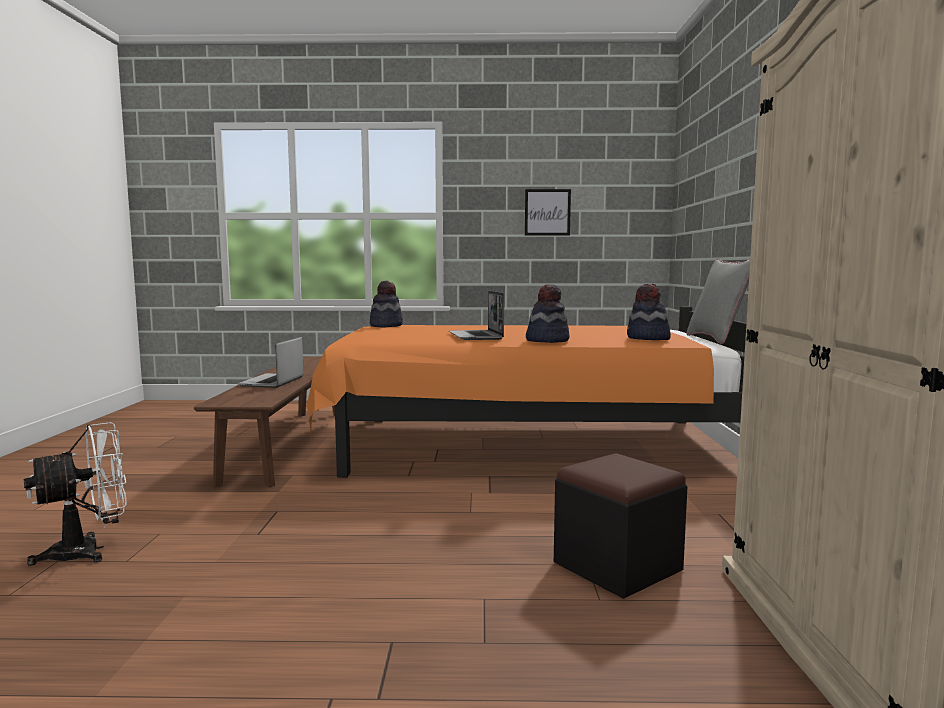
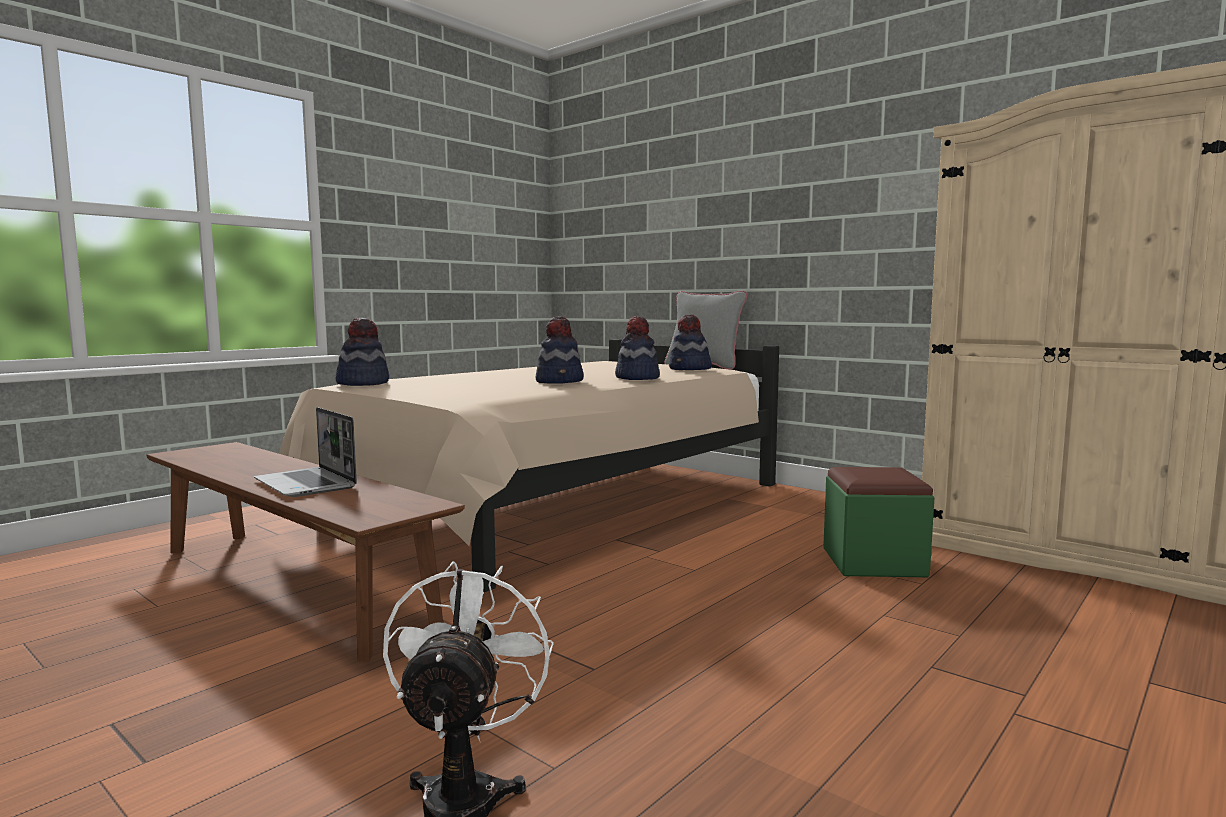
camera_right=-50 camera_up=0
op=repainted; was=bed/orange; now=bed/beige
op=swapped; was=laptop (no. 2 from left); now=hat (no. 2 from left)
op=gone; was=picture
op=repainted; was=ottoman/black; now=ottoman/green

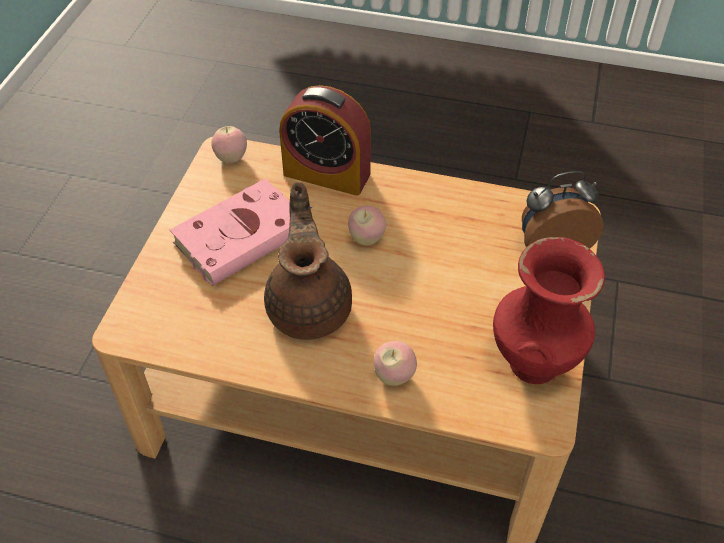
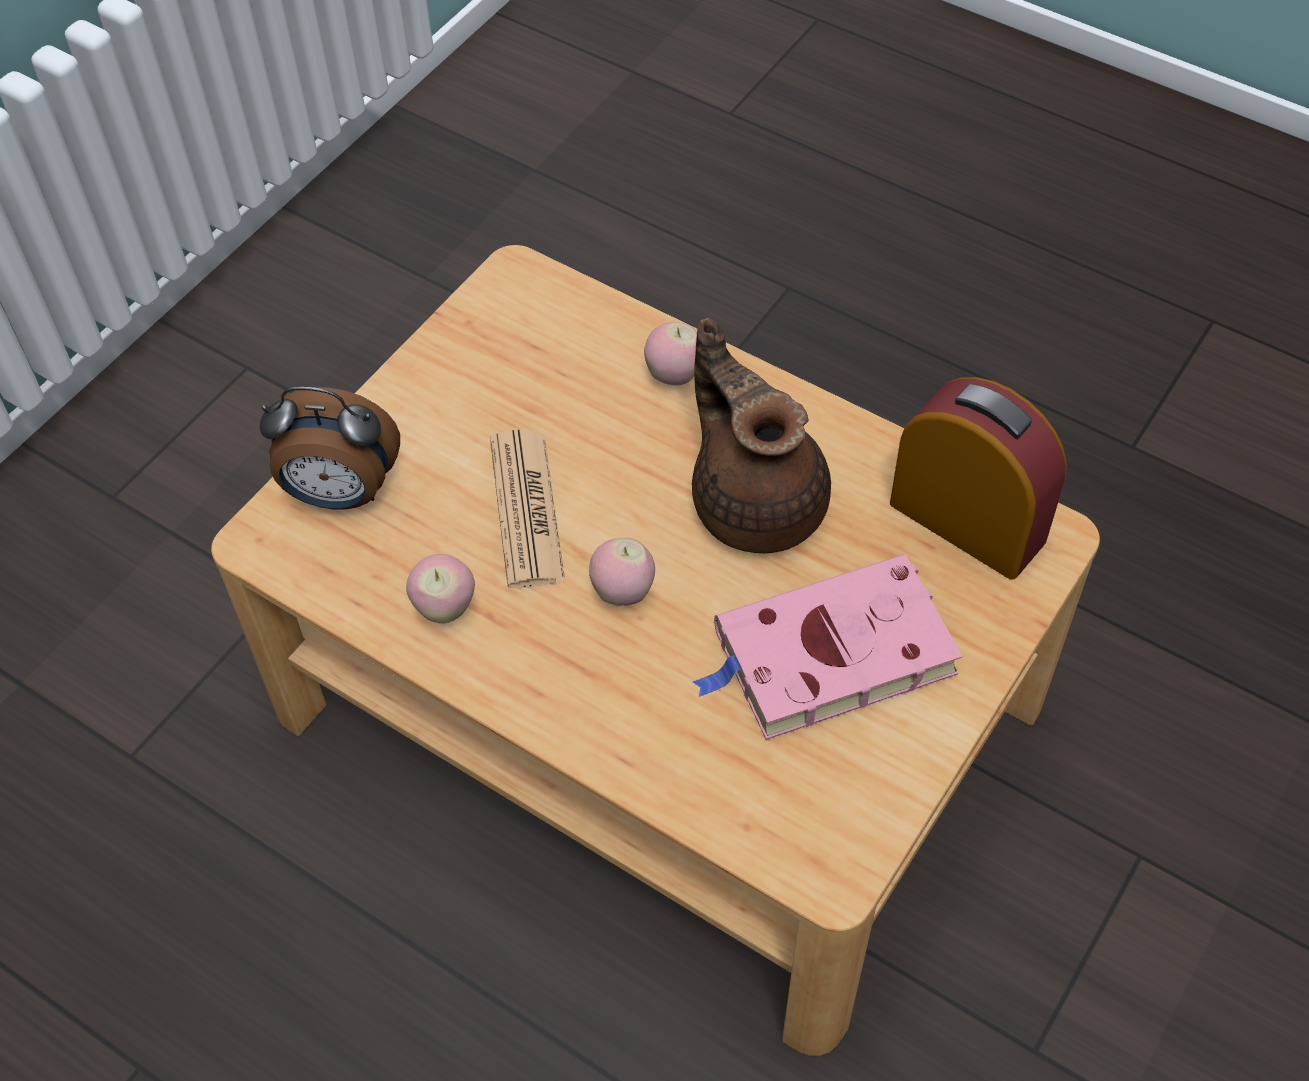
camera_right=-160 camera_up=5
op=shifted; was=apple (no. 1 from left)
op=rotated; was=teapot/brown; clockwise=135
op=shifted; was=alarm clock (no. 1 from left in the first image); now=alarm clock (no. 2 from left)
op=gone; was=vase/red
op=new; now=newspaper

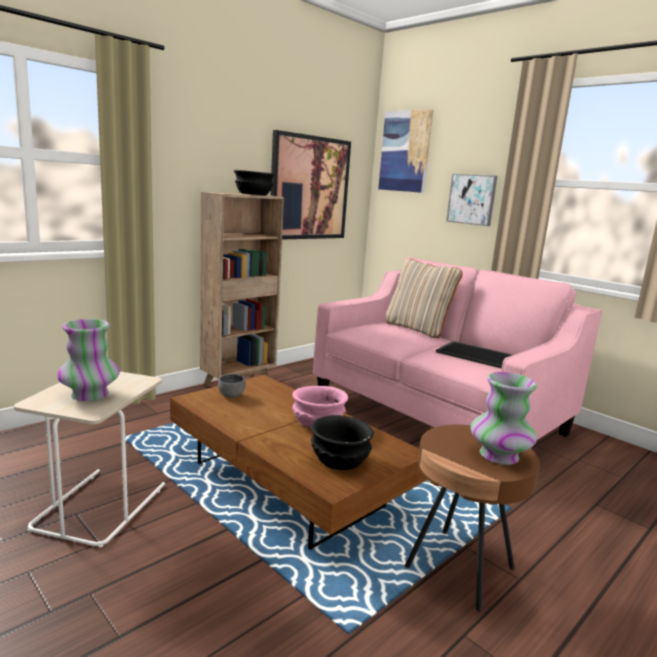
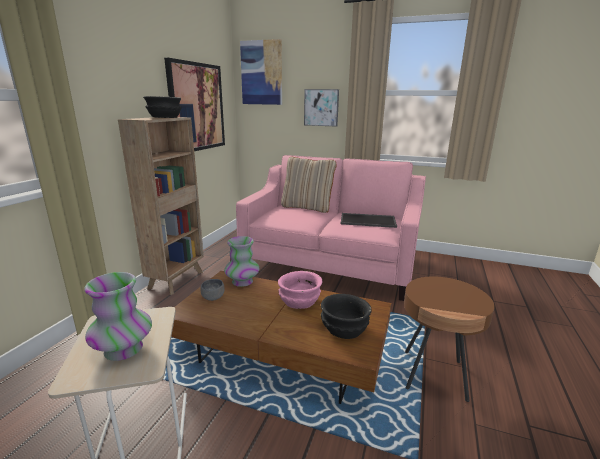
camera_right=-25 camera_up=5
op=shifted; was=vase (no. 2 from left)

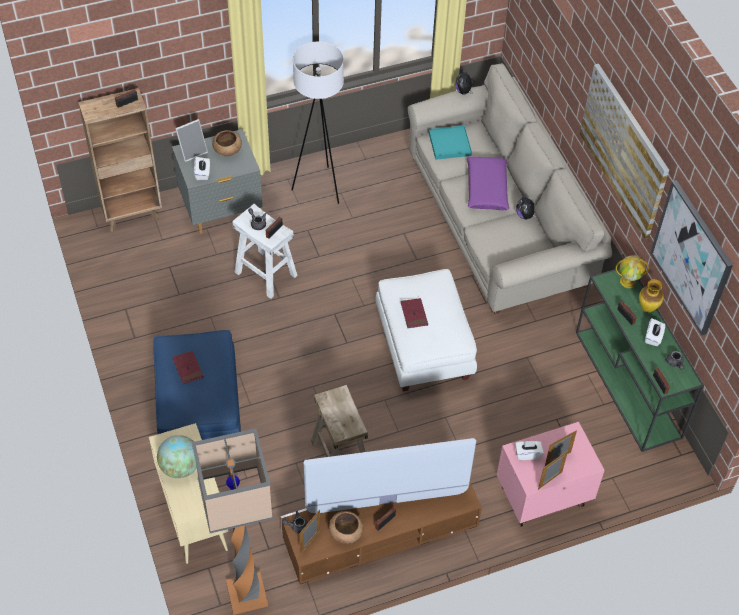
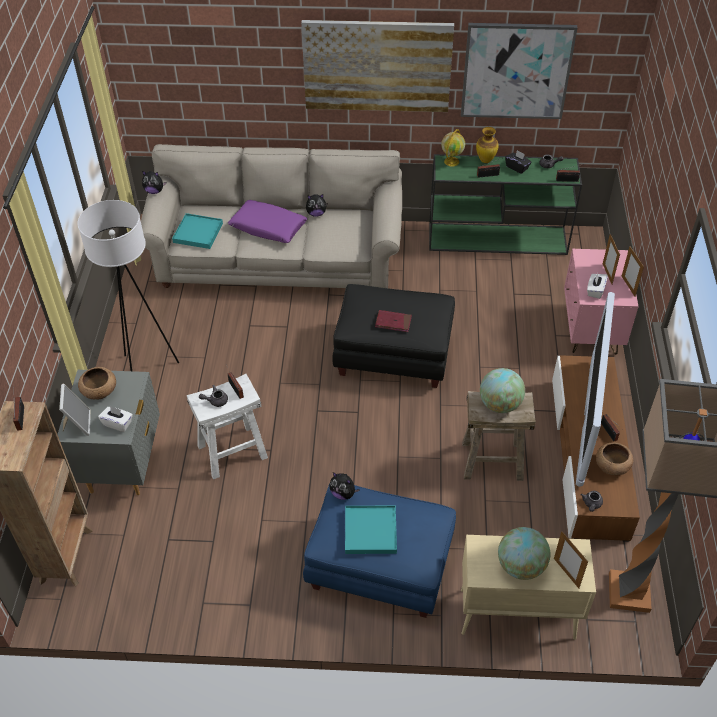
camera_right=-65 camera_up=-5
op=swapped; was=book/red (no. 1 from left); now=tray/turquoise (no. 2 from left)
op=shifted; was=picture frame (no. 2 from left)
op=repainted; was=ottoman/white; now=ottoman/black
op=repainted; was=tissue box/white (no. 3 from left); now=tissue box/black
op=new; now=plush toy (no. 3 from left)
op=new; now=globe (no. 2 from left)

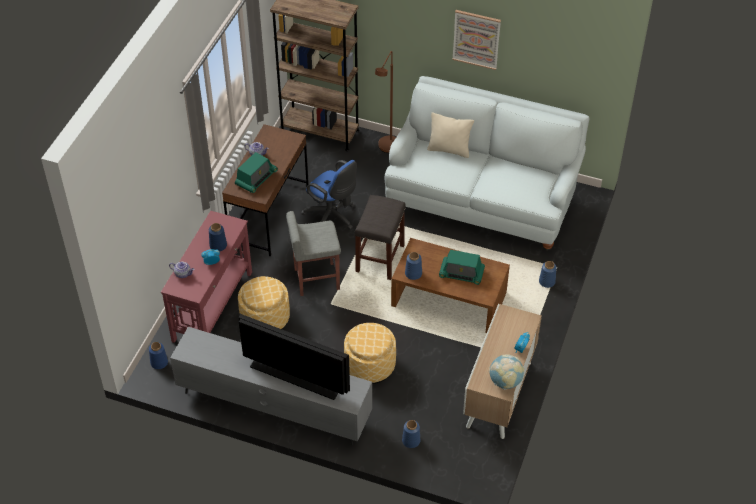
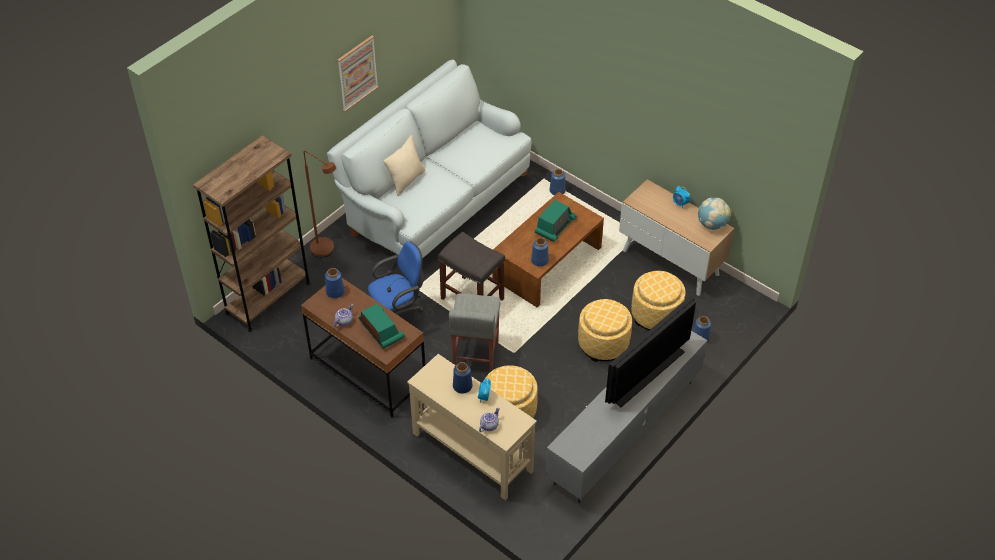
camera_right=-70 camera_up=0
op=shifted; was=vase/blue (no. 1 from left)
op=repainted; was=console table/red; now=console table/beige
op=new; now=ottoman (no. 3 from left)

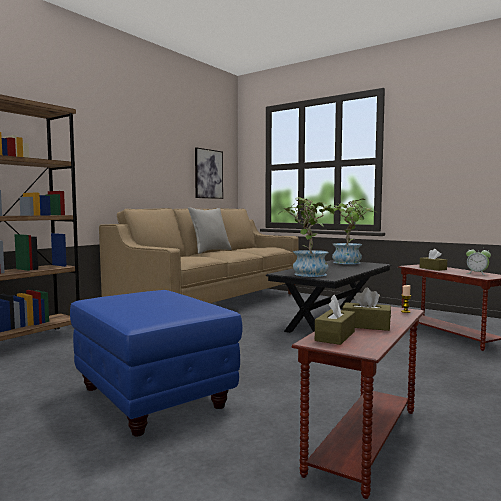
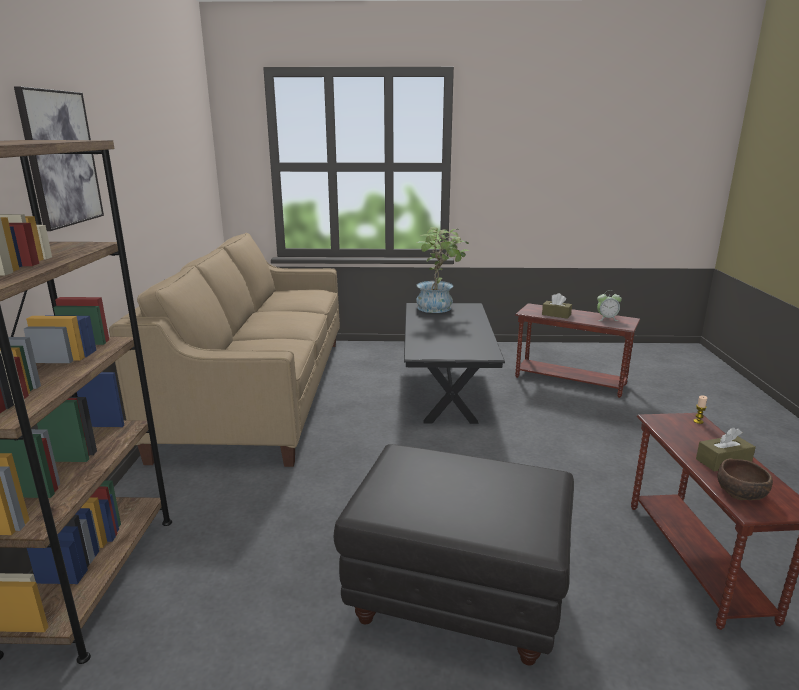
camera_right=-35 camera_up=15
op=repainted; was=ottoman/blue; now=ottoman/black
op=gone; was=pillow/grey
op=shifted; was=picture
op=gone; was=potted plant (no. 1 from left)
op=swapped; was=tissue box/brown (no. 1 from left); now=bowl/brown

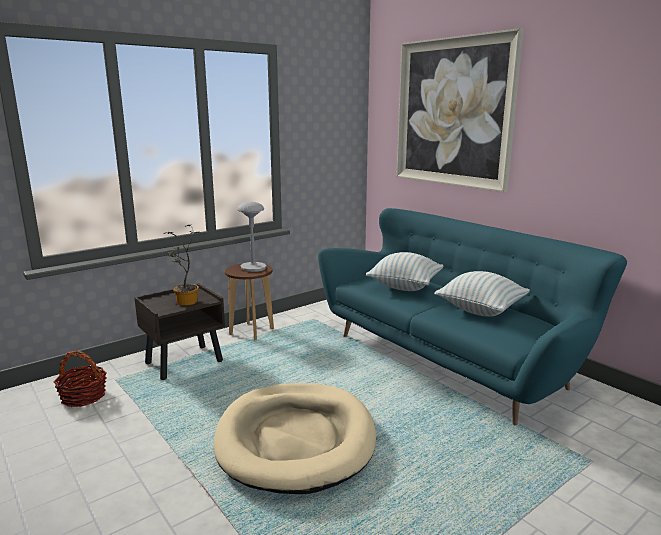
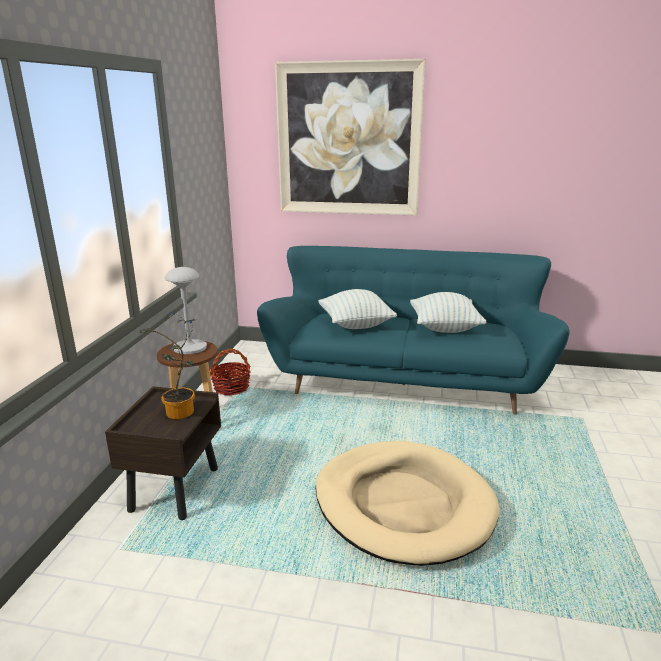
camera_right=-40 camera_up=5
op=shifted; was=basket

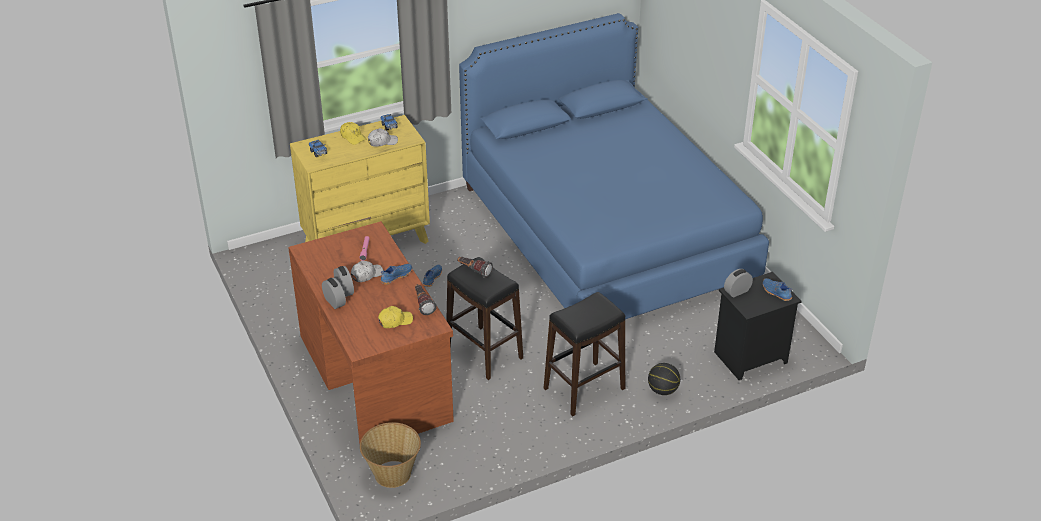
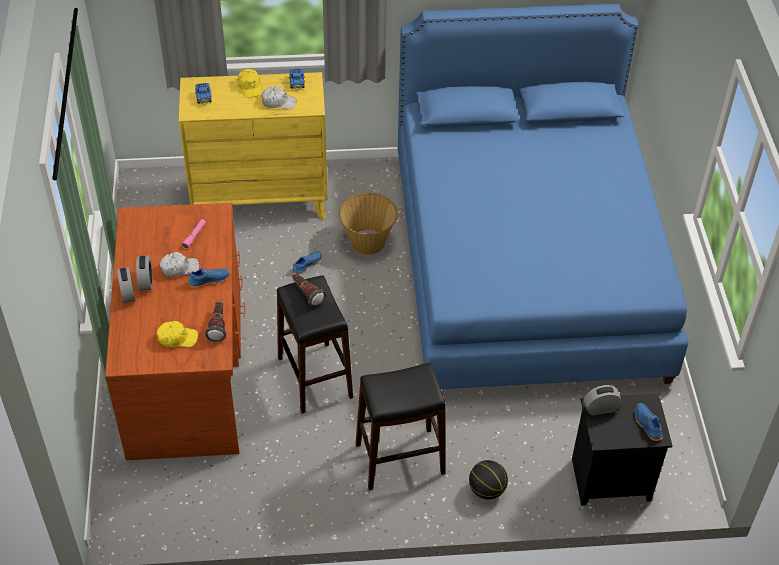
camera_right=20 camera_up=10
op=shifted; was=basket

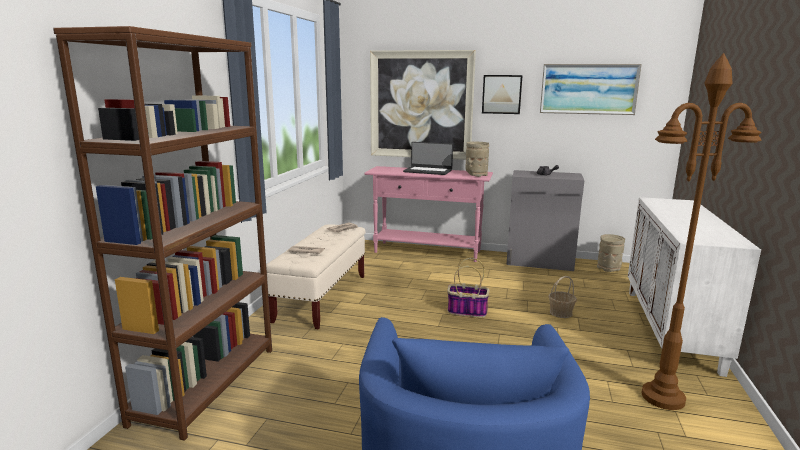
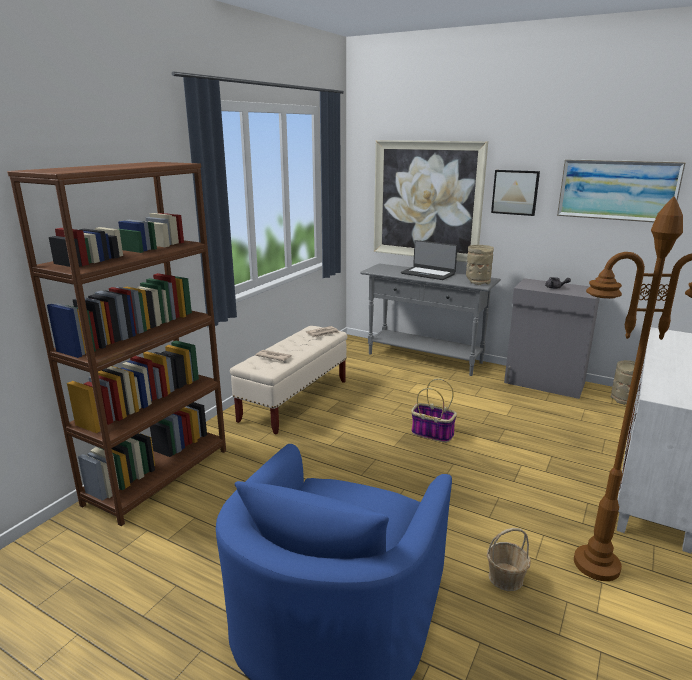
camera_right=15 camera_up=5
op=repainted; was=console table/pink; now=console table/grey
op=shifted; was=basket (no. 2 from left)

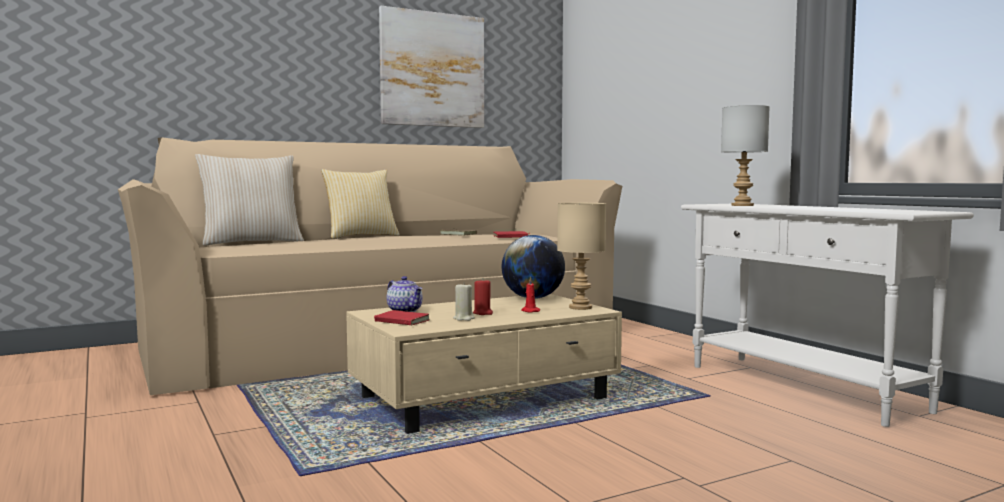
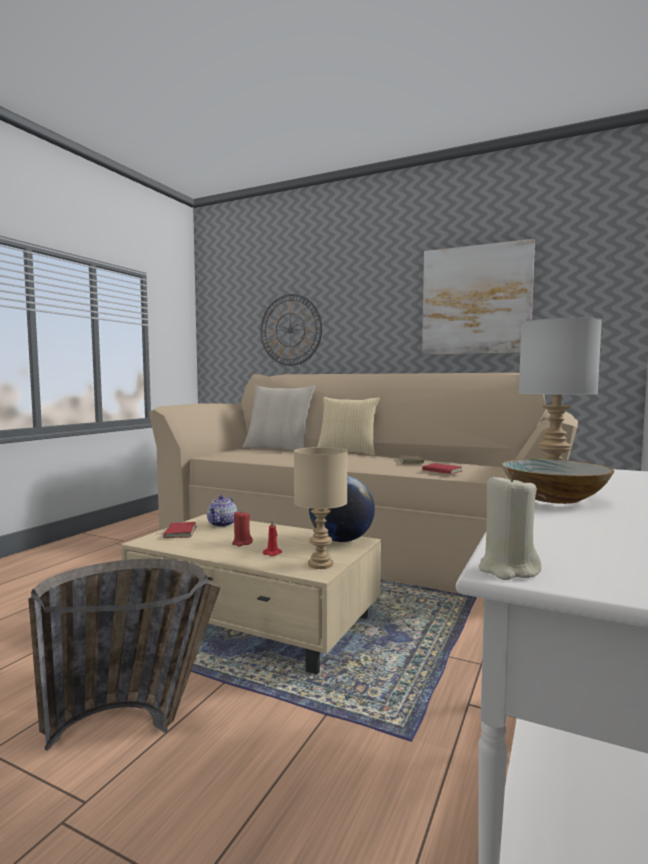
camera_right=55 camera_up=0
op=shifted; was=candle/beige
op=new; now=basket
op=new; now=wall clock
op=new; now=bowl

